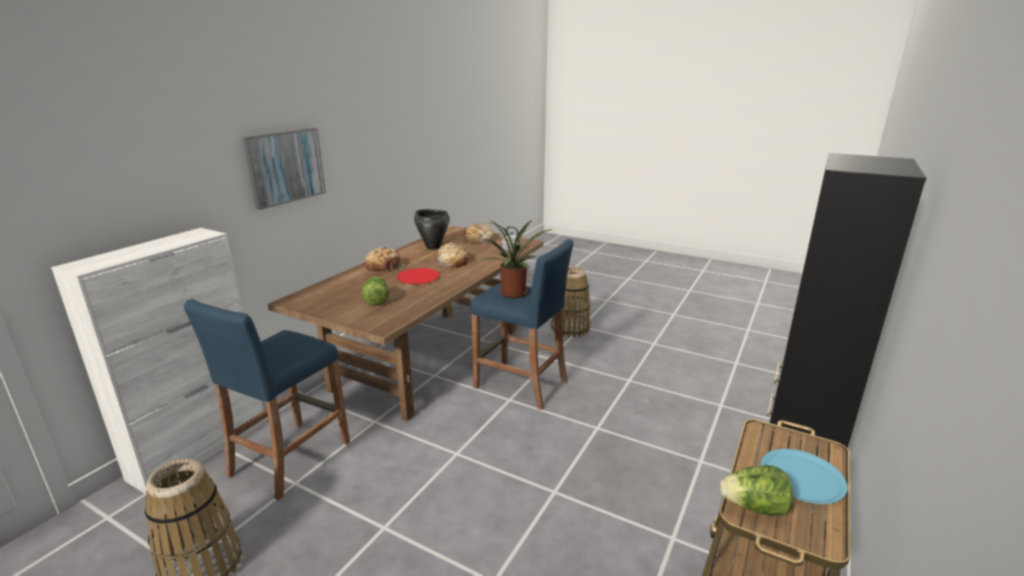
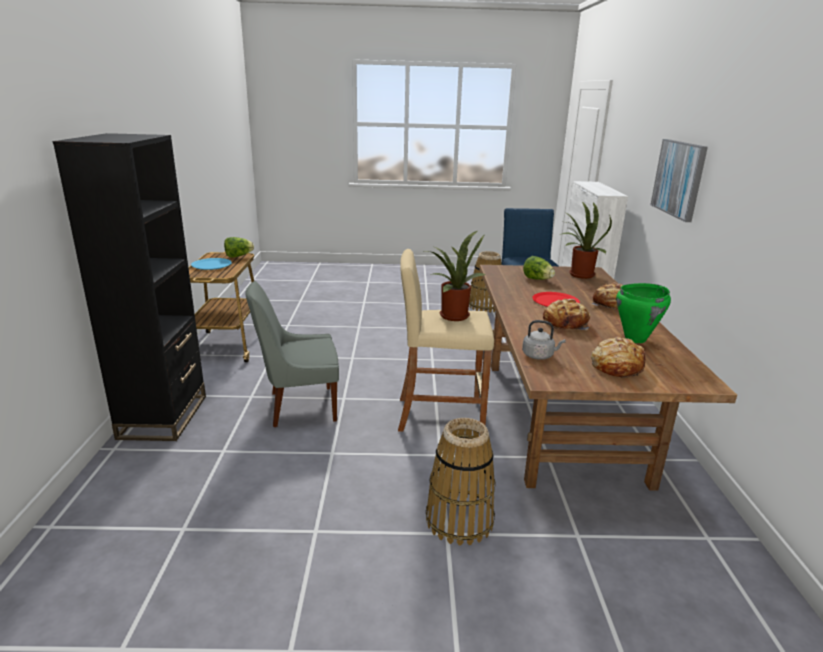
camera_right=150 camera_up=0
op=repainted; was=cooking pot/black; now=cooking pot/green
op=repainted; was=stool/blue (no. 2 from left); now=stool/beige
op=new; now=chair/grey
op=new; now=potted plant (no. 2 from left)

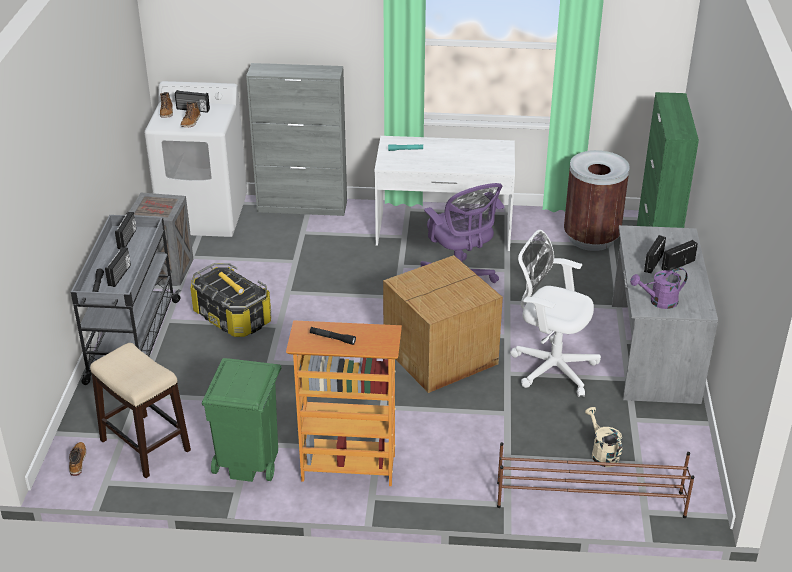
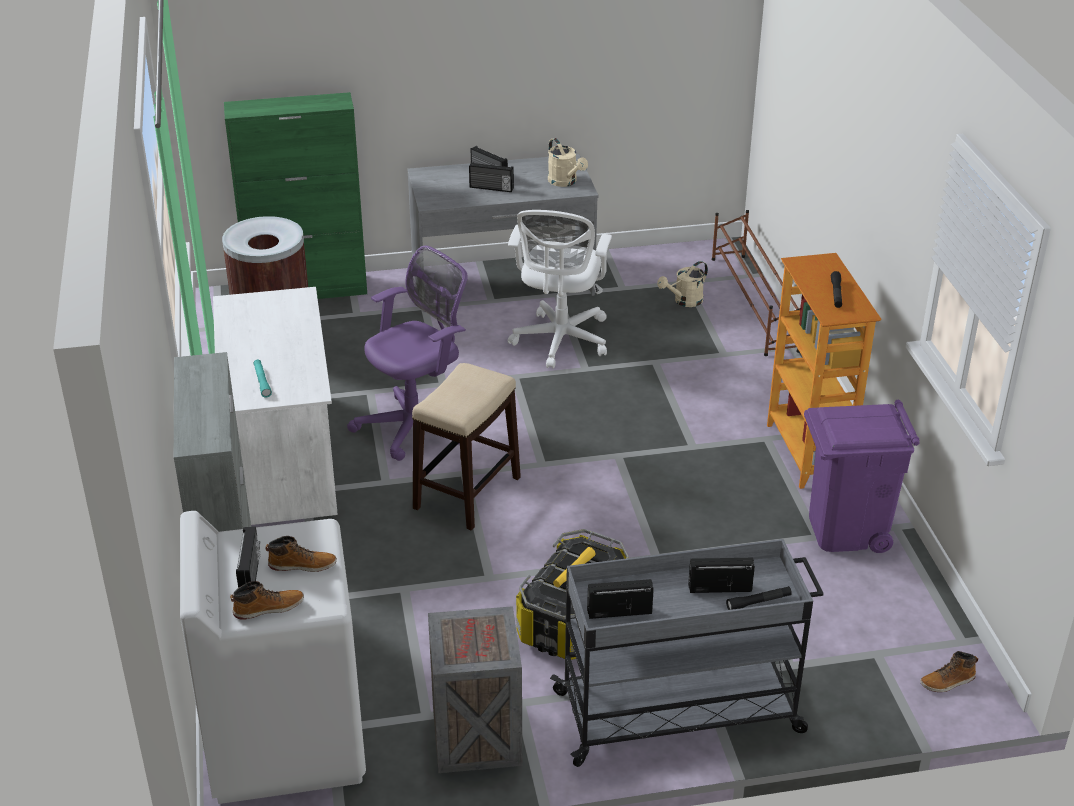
camera_right=-105 camera_up=0
op=shifted; was=stool
op=repainted; was=trash can/green; now=trash can/purple
op=gone; was=cardboard box
op=repainted; was=watering can/purple; now=watering can/beige (no. 1 from left)

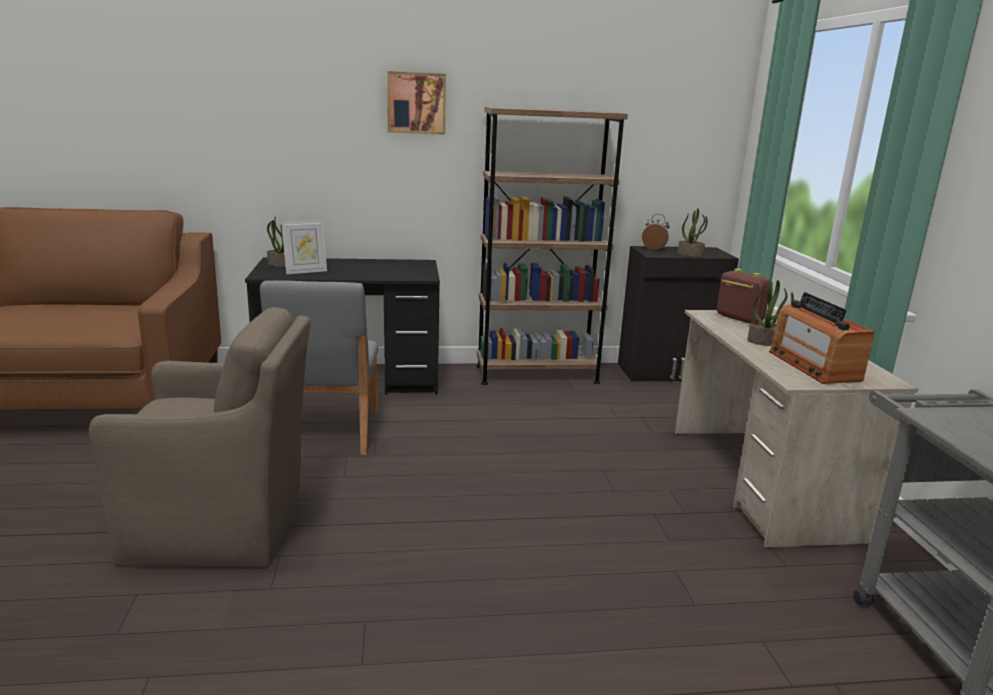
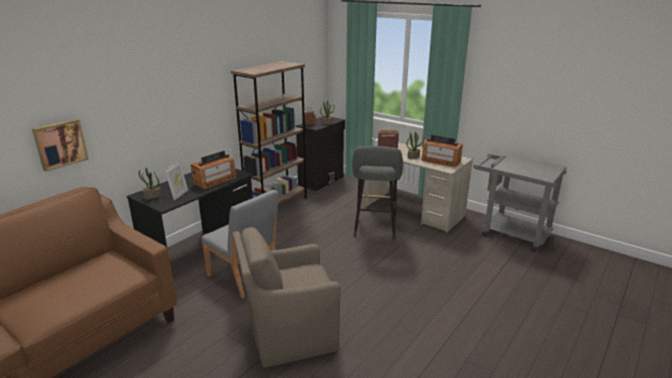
camera_right=-45 camera_up=5
op=rotated; was=armchair/brown; clockwise=-150
op=shifted; was=picture
op=new; now=radio (no. 1 from left)
op=new; now=stool/grey

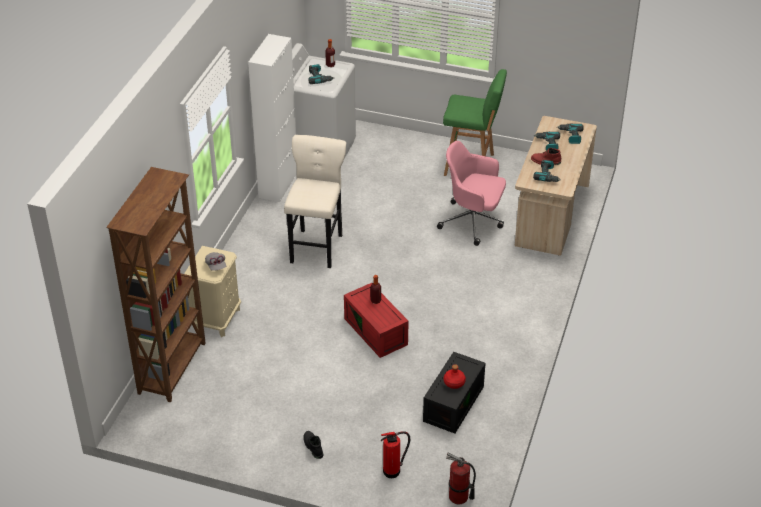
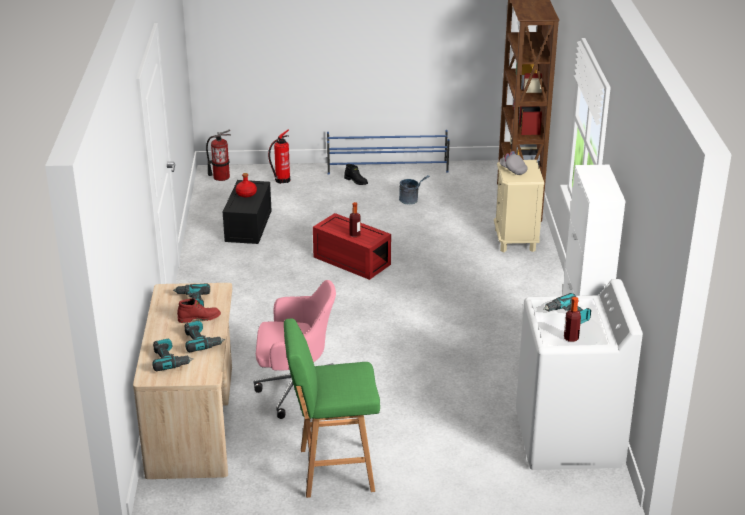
camera_right=160 camera_up=-10
op=gone; was=stool/beige
op=new; now=shoe rack/blue
op=new; now=bucket/grey

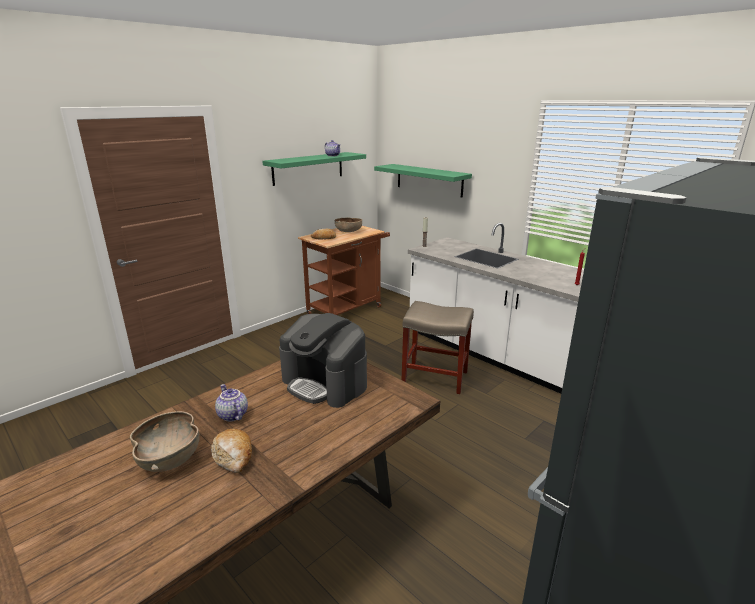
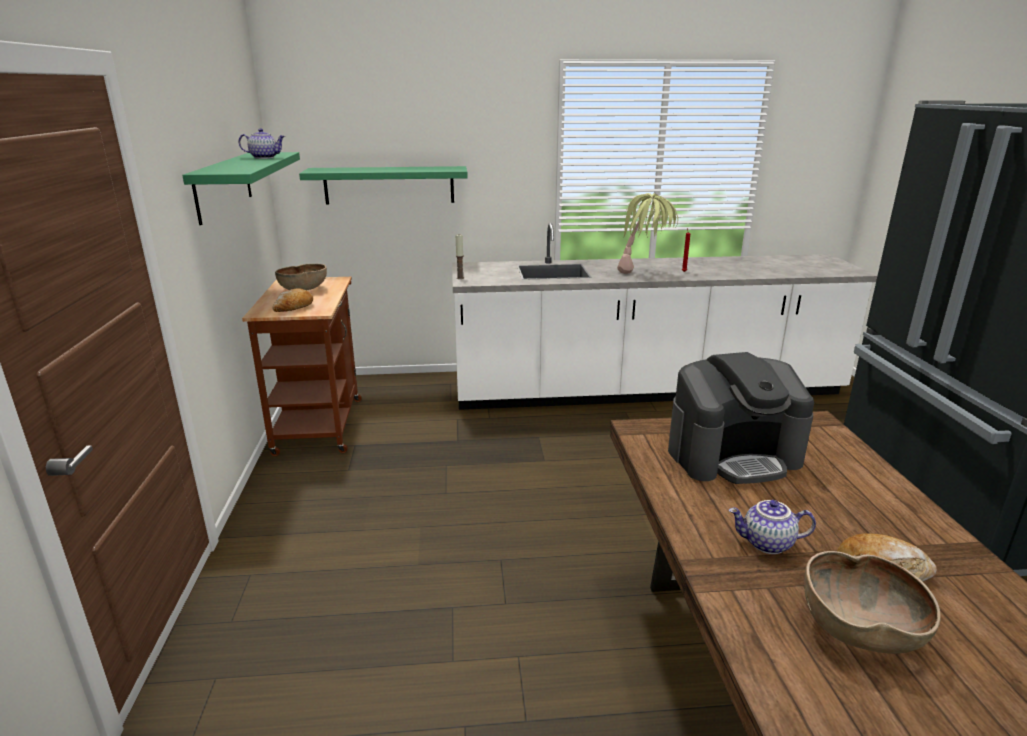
camera_right=-50 camera_up=0
op=gone; was=stool/beige
op=new; now=potted plant

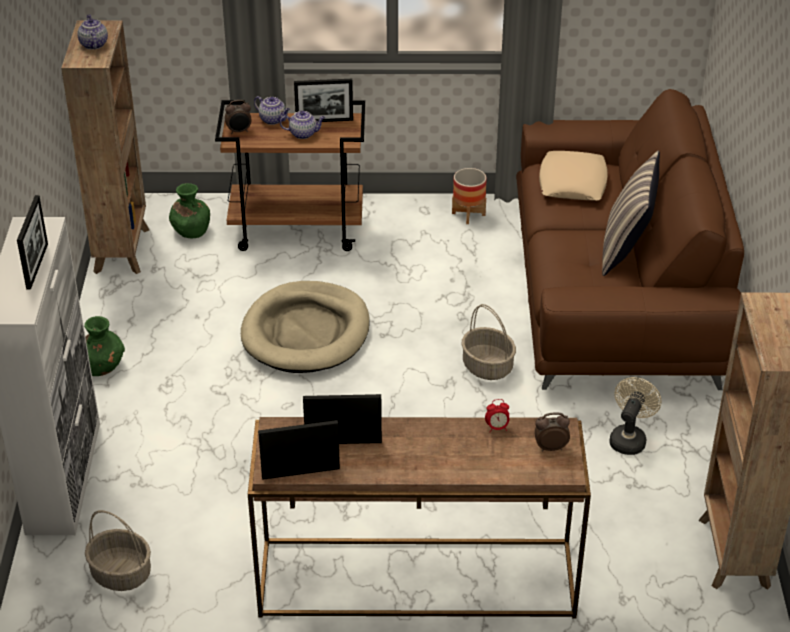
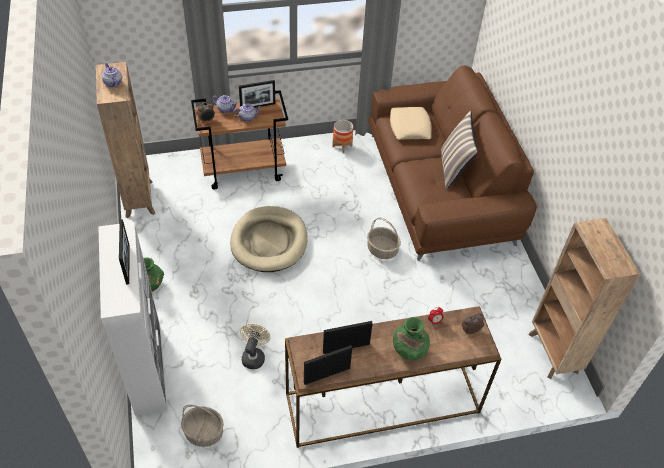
camera_right=-15 camera_up=10
op=shifted; was=vase/green (no. 2 from left)
op=shifted; was=fan/beige

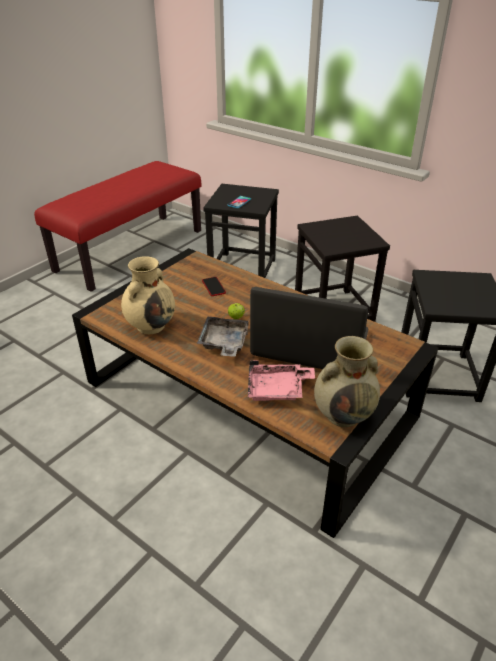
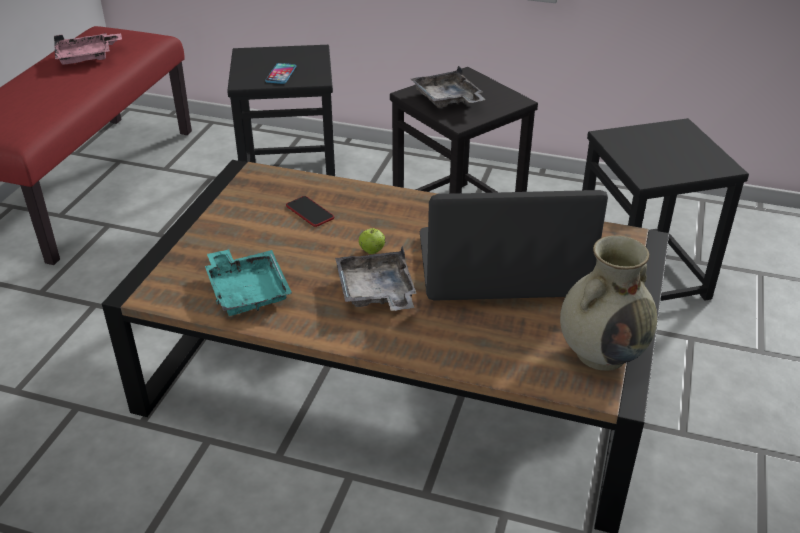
camera_right=-20 camera_up=0
op=swapped; was=vase/beige (no. 1 from left); now=tray/turquoise
op=shifted; was=tray/pink
op=new; now=tray/grey (no. 2 from left)

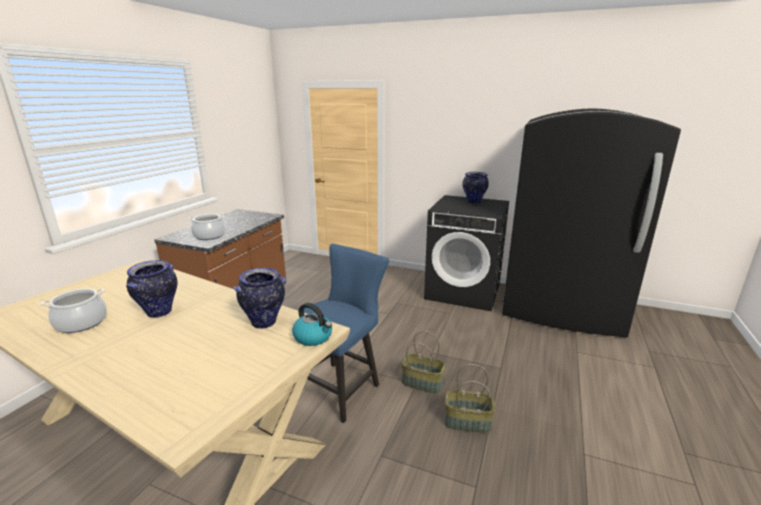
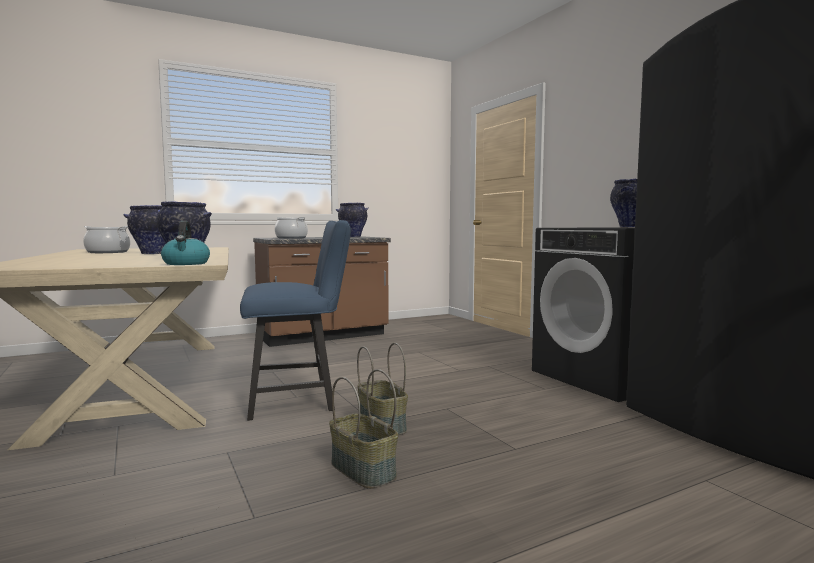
camera_right=40 camera_up=-15
op=new; now=vase (no. 3 from left)

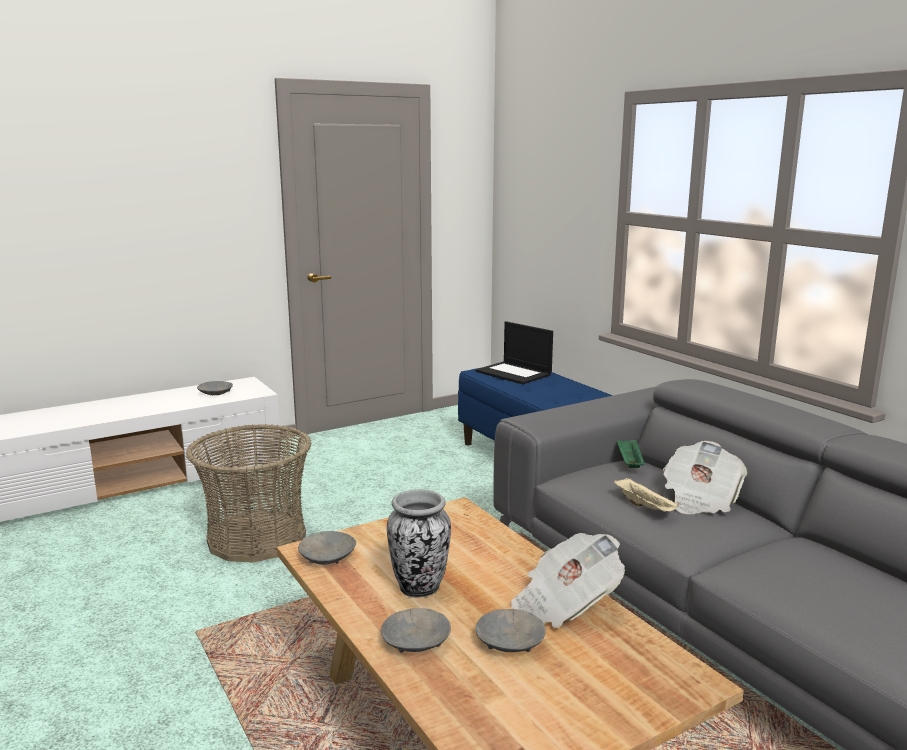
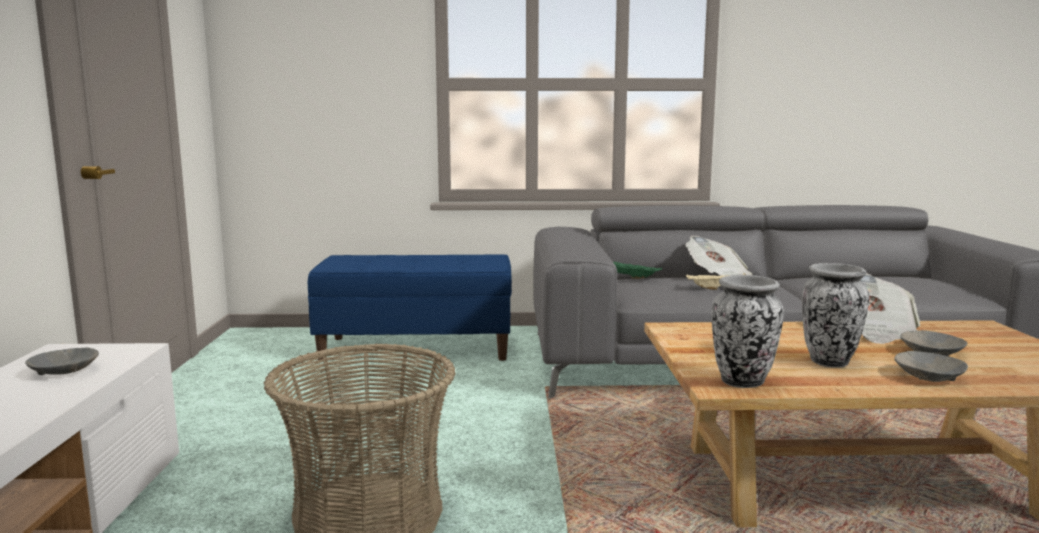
camera_right=-60 camera_up=-5
op=swapped; was=bowl/grey (no. 2 from left); now=vase (no. 1 from left)
op=gone; was=laptop

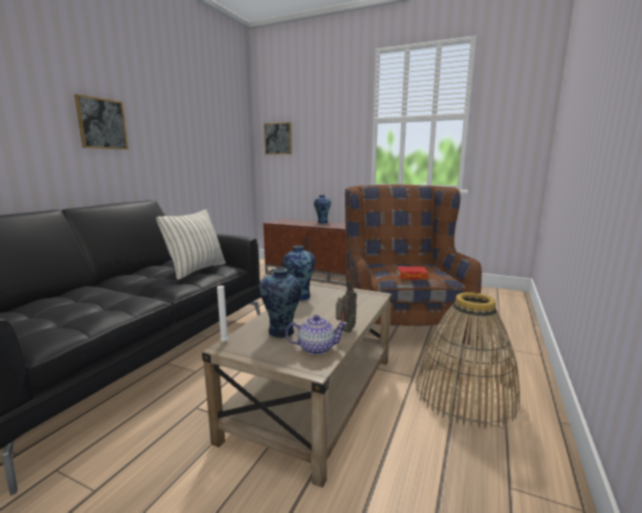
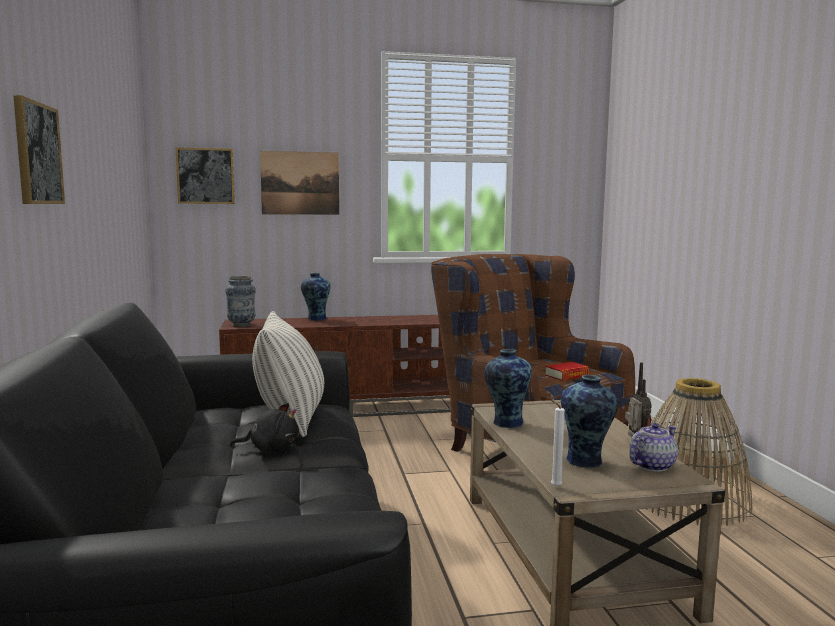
camera_right=-35 camera_up=-5
op=new; now=vase (no. 1 from left)
op=new; now=plush toy/black
op=new; now=picture (no. 3 from left)

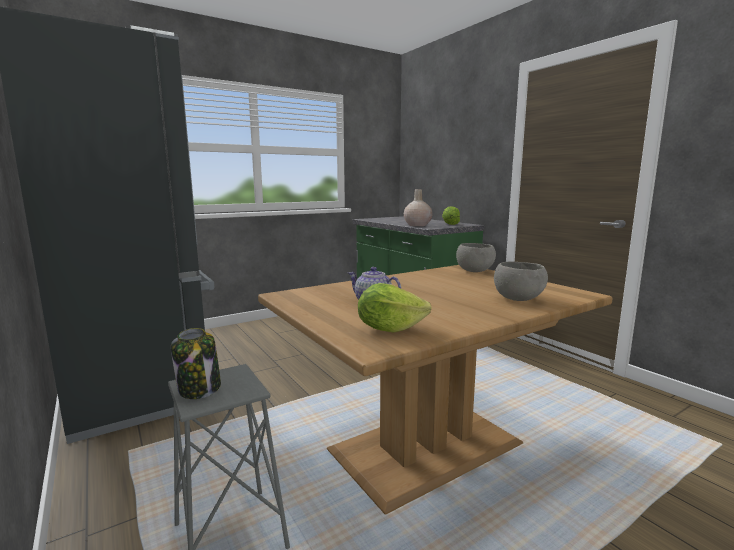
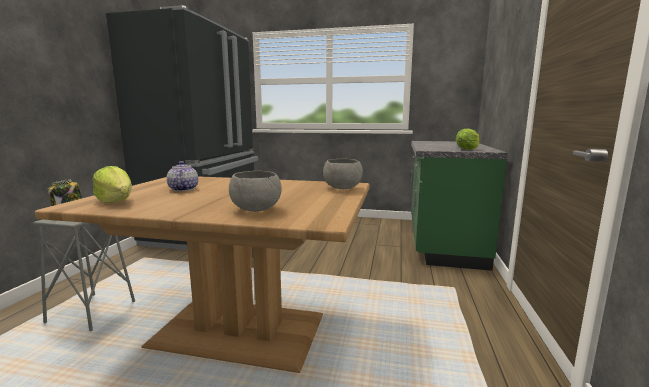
camera_right=45 camera_up=0
op=gone; was=vase/beige

